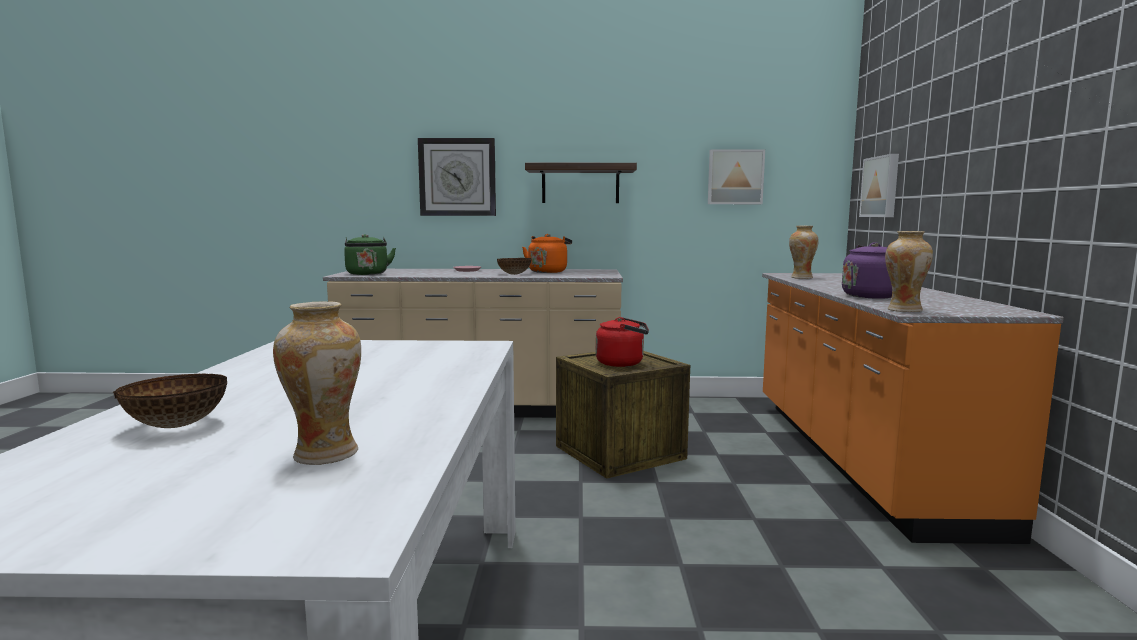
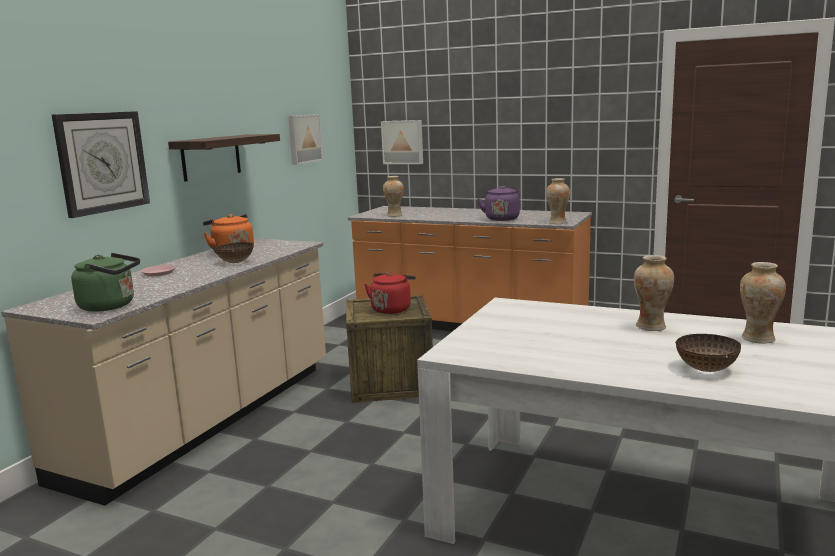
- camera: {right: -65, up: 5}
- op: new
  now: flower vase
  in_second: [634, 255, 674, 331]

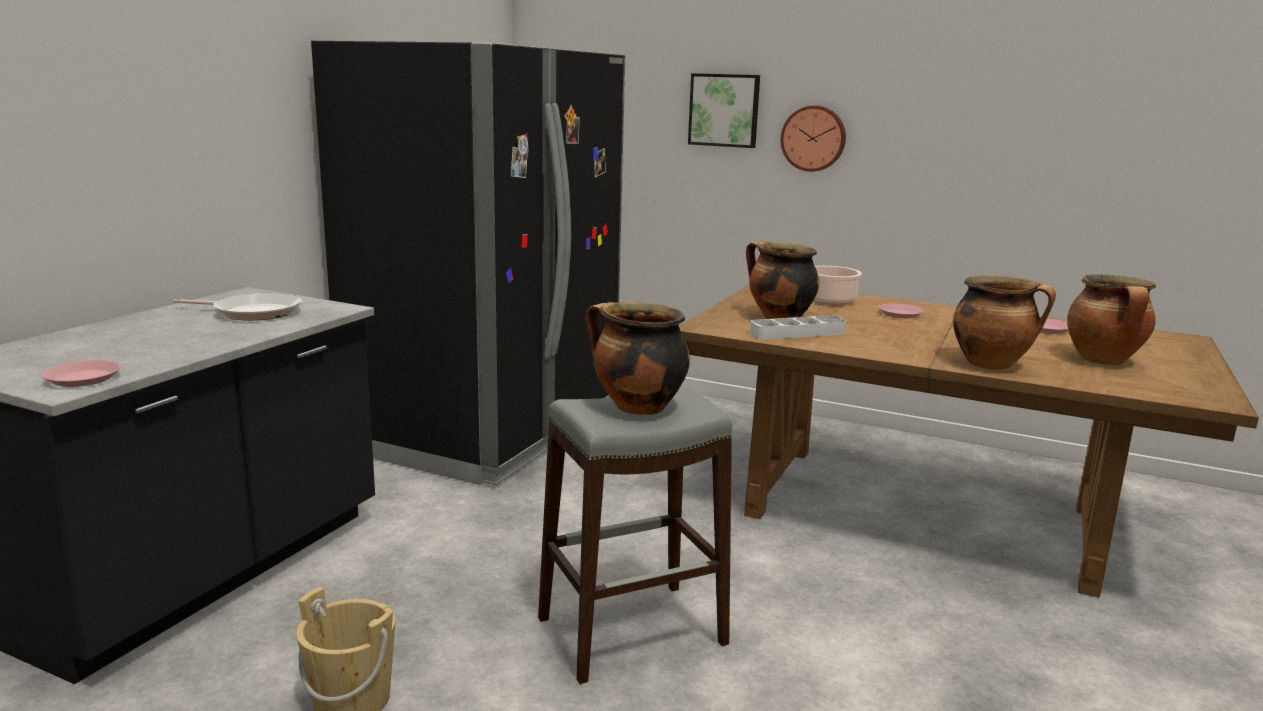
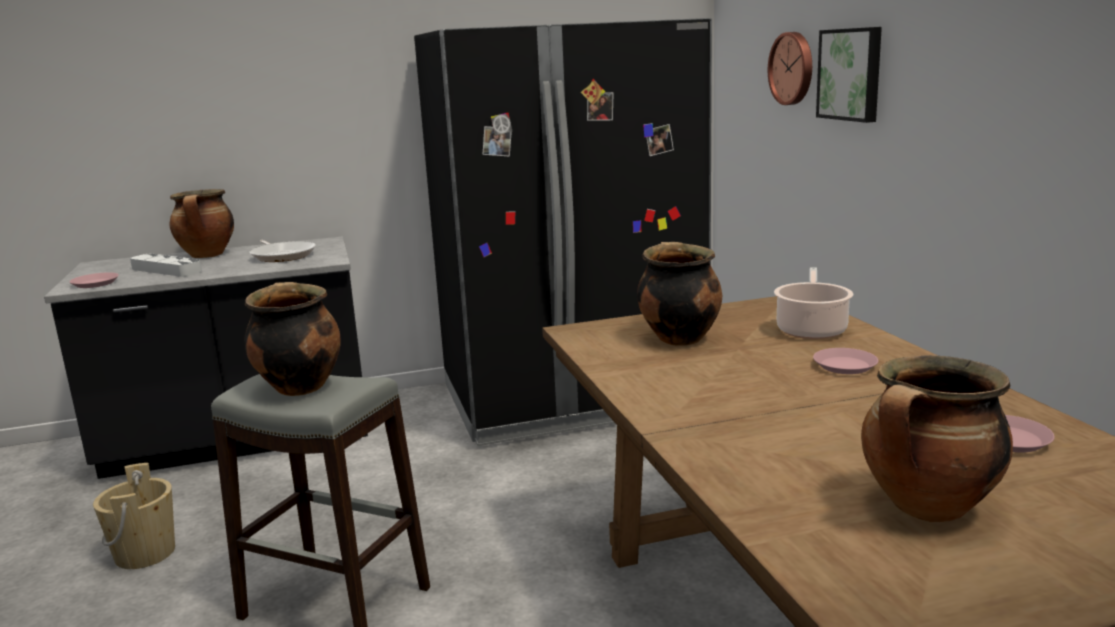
- camera: {right: 50, up: 0}
- op: shifted
  was: whitish tray
  in_first: [750, 315, 846, 340]
  in_second: [130, 254, 202, 277]
- op: shifted
  was: hanging clock
  in_first: [781, 105, 846, 172]
  in_second: [768, 32, 812, 105]
- op: shifted
  was: stockpot
  in_first: [953, 276, 1056, 370]
  in_second: [169, 189, 234, 258]

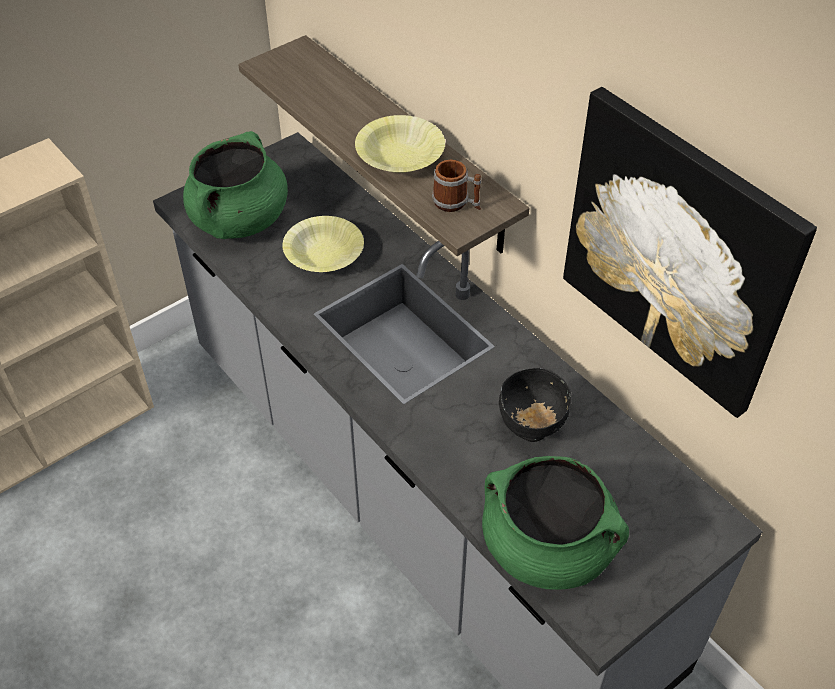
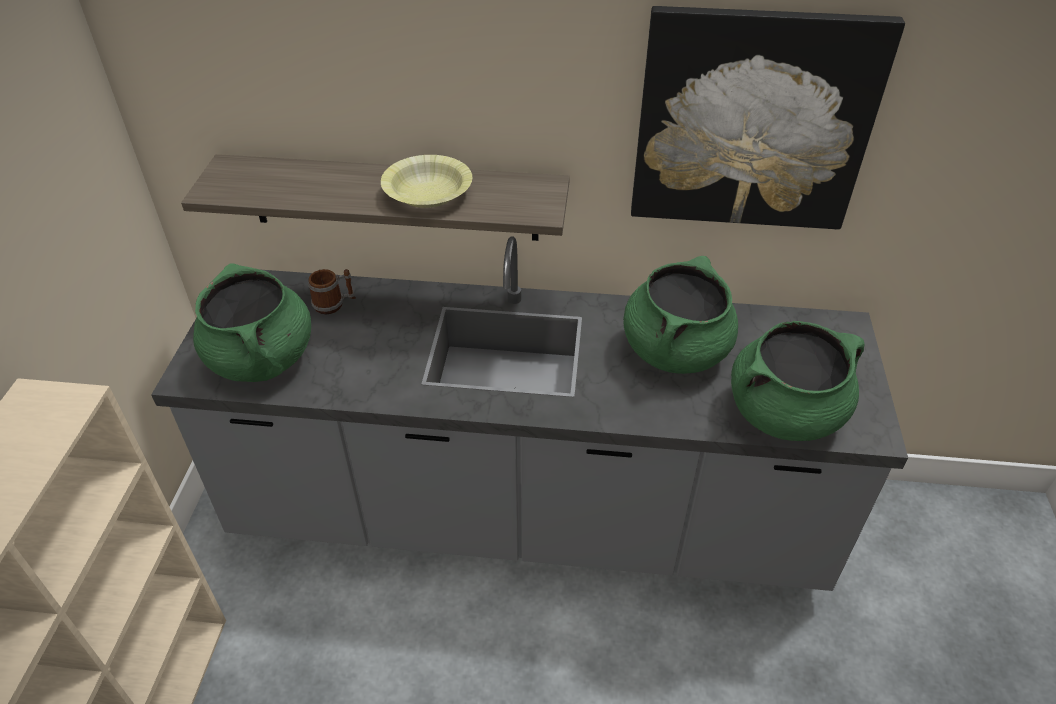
- camera: {right: -45, up: -5}
- op: gone
  was: yellow-coloured deep dish
  in_first: [282, 216, 364, 272]
- op: shifted
  was: coffee mug
  in_first: [432, 160, 481, 212]
  in_second: [308, 269, 356, 314]
- op: swapped
  was: black deep dish
  now: green stockpot
  in_first: [499, 368, 572, 442]
  in_second: [623, 256, 738, 374]

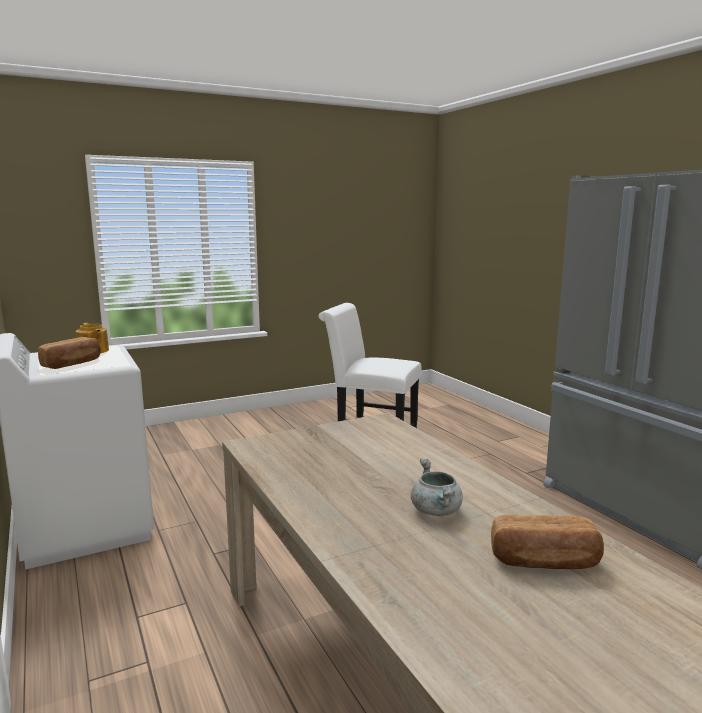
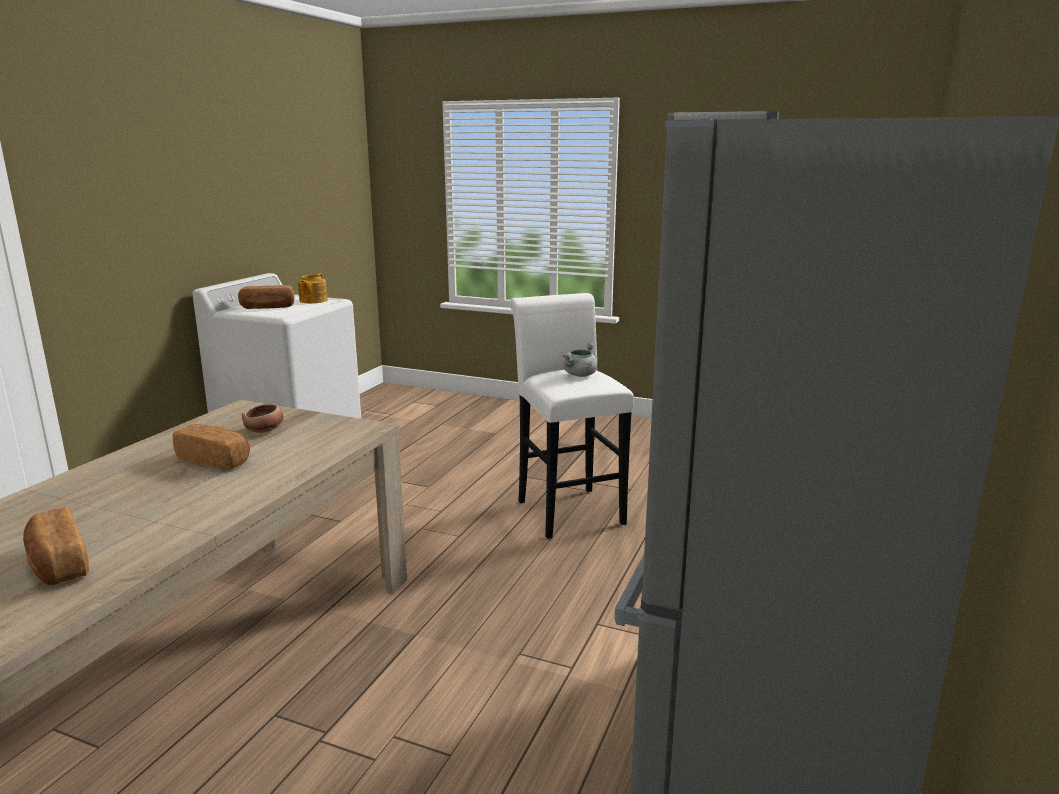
- camera: {right: 50, up: 5}
- op: shifted
  was: grey stockpot
  in_first: [411, 459, 463, 516]
  in_second: [563, 343, 598, 377]
- op: new
  now: bakery bread
  in_second: [173, 424, 250, 470]
- op: new
  now: deep dish
  in_second: [242, 404, 284, 433]

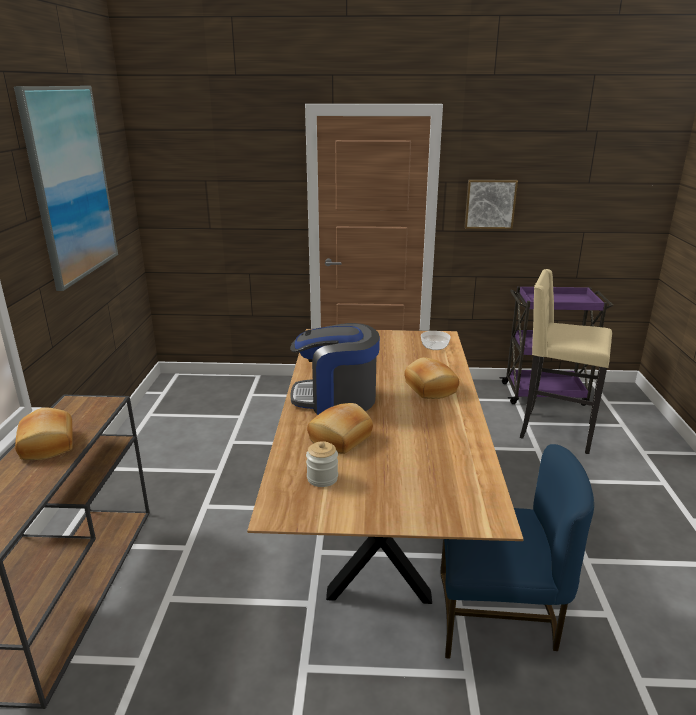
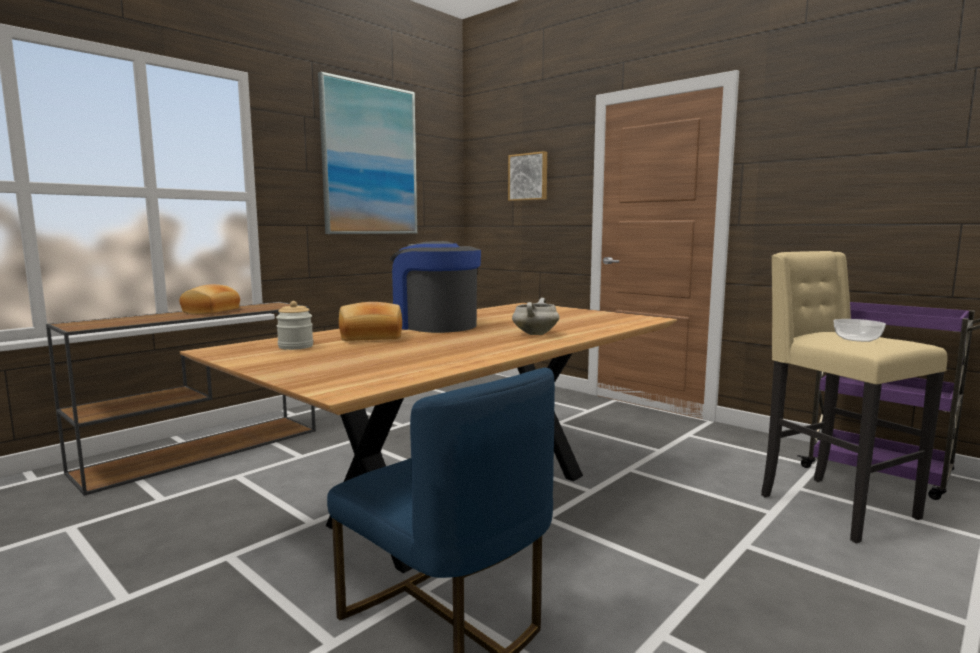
- camera: {right: 40, up: -15}
- op: swapped
  was: bakery bread
  now: whitish stockpot
  in_first: [404, 357, 460, 399]
  in_second: [512, 298, 559, 335]
- op: shifted
  was: deep dish
  in_first: [421, 331, 451, 350]
  in_second: [833, 319, 886, 342]
- op: shifted
  was: wall picture
  in_first: [464, 179, 518, 229]
  in_second: [508, 151, 547, 201]

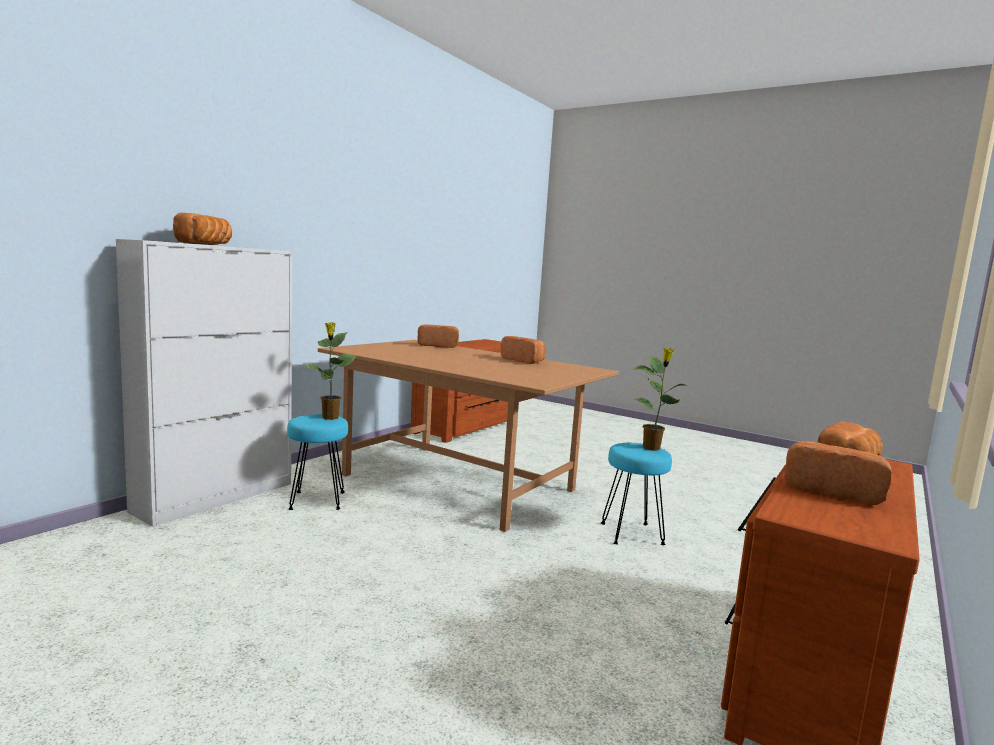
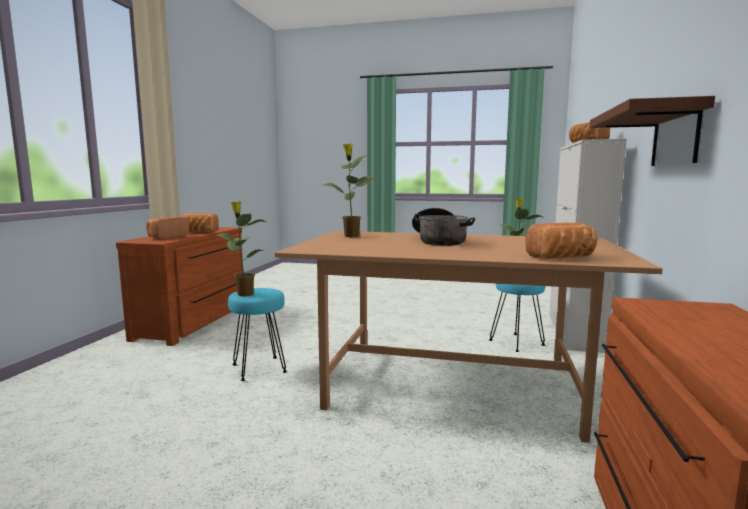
- camera: {right: 160, up: 0}
- op: gone
  was: bakery bread
  in_first: [501, 336, 546, 364]
- op: new
  now: potted plant
  in_second: [324, 144, 377, 237]
- op: new
  now: stockpot
  in_second: [412, 208, 475, 246]
- op: new
  now: brownish bracket shelf
  in_second: [590, 96, 715, 166]

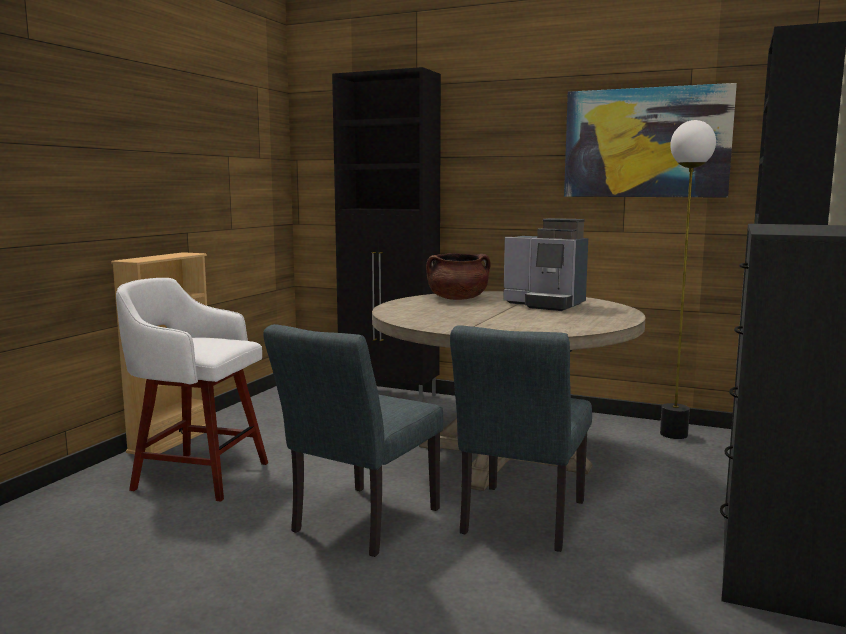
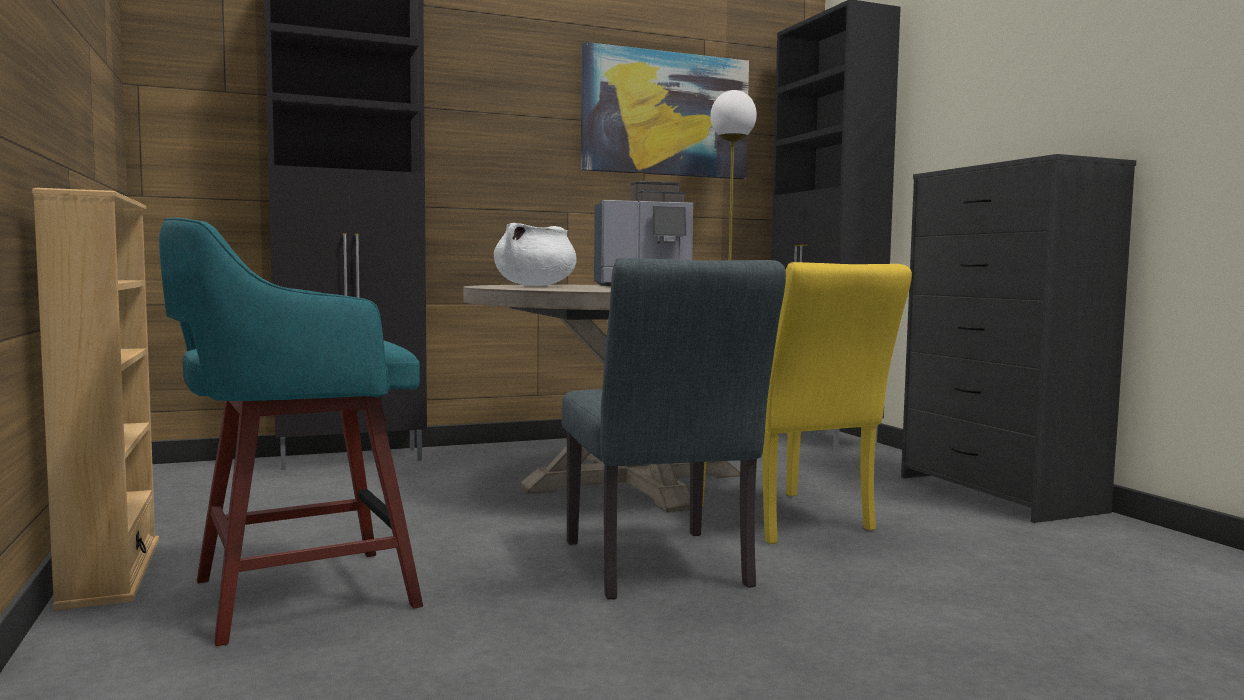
- camera: {right: -45, up: -5}
- op: repainted
  was: whitish stool
  now: blue-green stool
  in_first: [116, 278, 268, 502]
  in_second: [159, 218, 423, 646]
- op: repainted
  was: brownish stockpot
  now: whitish stockpot
  in_first: [426, 253, 491, 300]
  in_second: [494, 223, 577, 286]
- op: repainted
  was: grey plain chair
  now: yellow-coloured plain chair
  in_first: [450, 325, 592, 552]
  in_second: [702, 262, 912, 544]

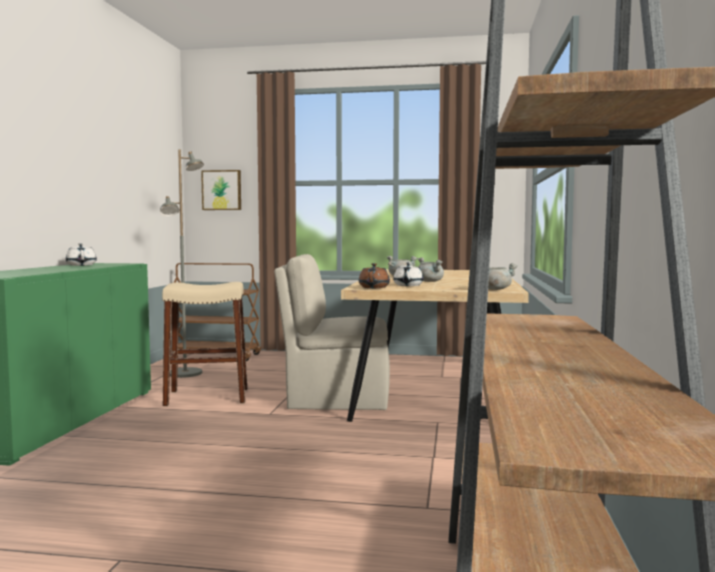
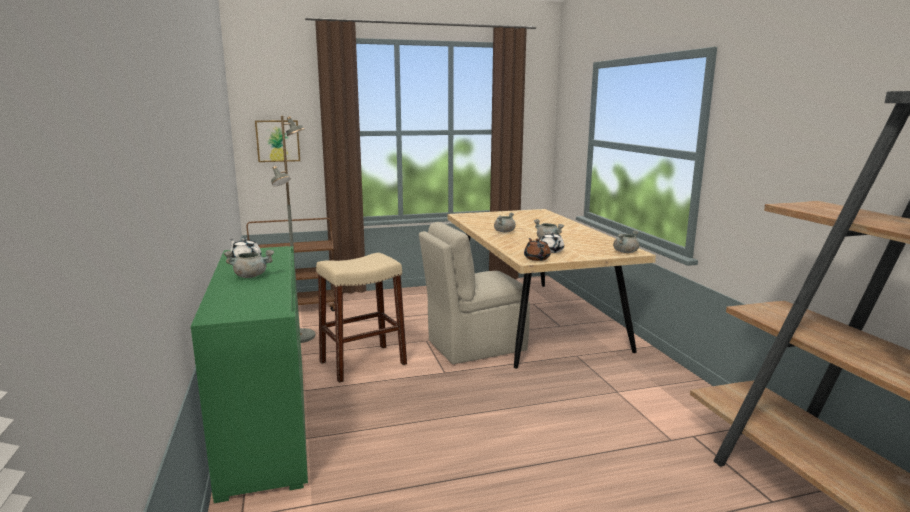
- camera: {right: -25, up: 10}
- op: new
  now: grey stockpot
  in_second: [224, 250, 274, 278]

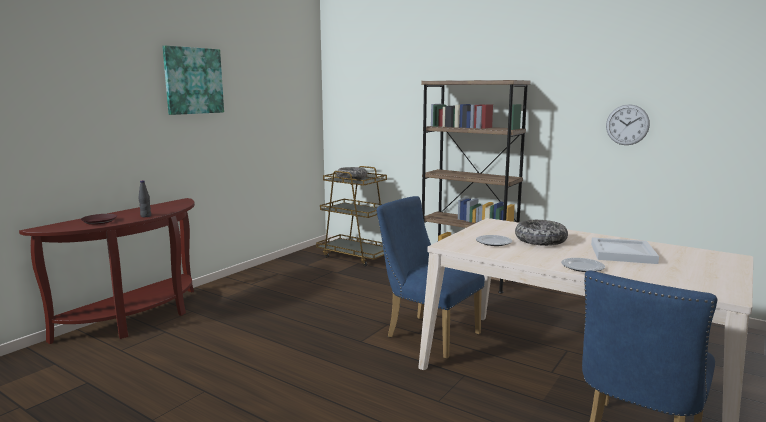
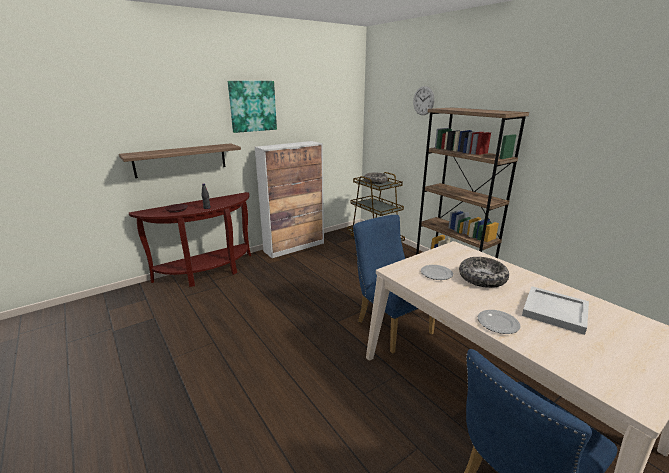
- camera: {right: 20, up: 10}
- op: shifted
  was: hanging clock
  in_first: [606, 104, 650, 145]
  in_second: [413, 86, 435, 115]
- op: new
  now: bracket shelf
  in_second: [119, 143, 241, 178]
- op: new
  now: cupboard
  in_second: [255, 141, 324, 258]

